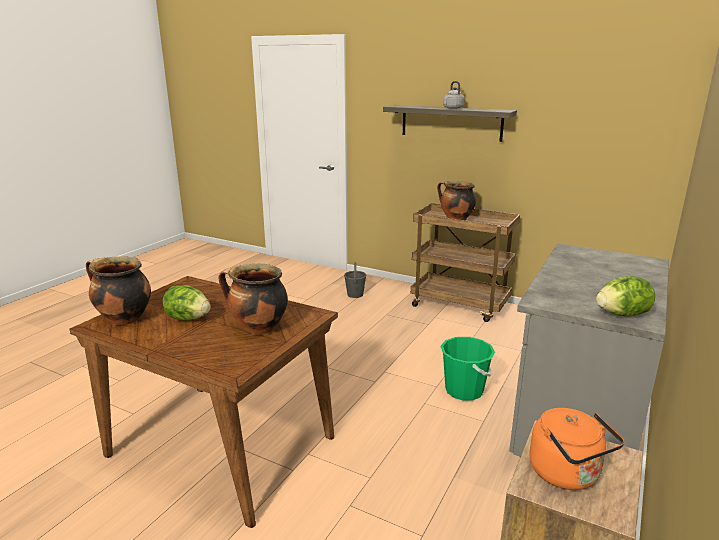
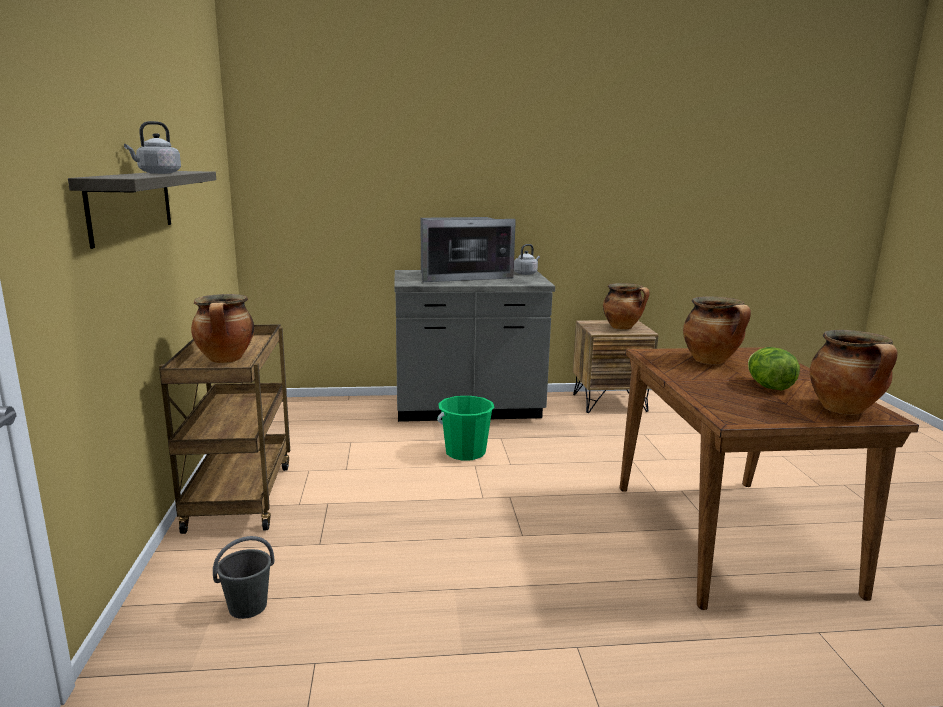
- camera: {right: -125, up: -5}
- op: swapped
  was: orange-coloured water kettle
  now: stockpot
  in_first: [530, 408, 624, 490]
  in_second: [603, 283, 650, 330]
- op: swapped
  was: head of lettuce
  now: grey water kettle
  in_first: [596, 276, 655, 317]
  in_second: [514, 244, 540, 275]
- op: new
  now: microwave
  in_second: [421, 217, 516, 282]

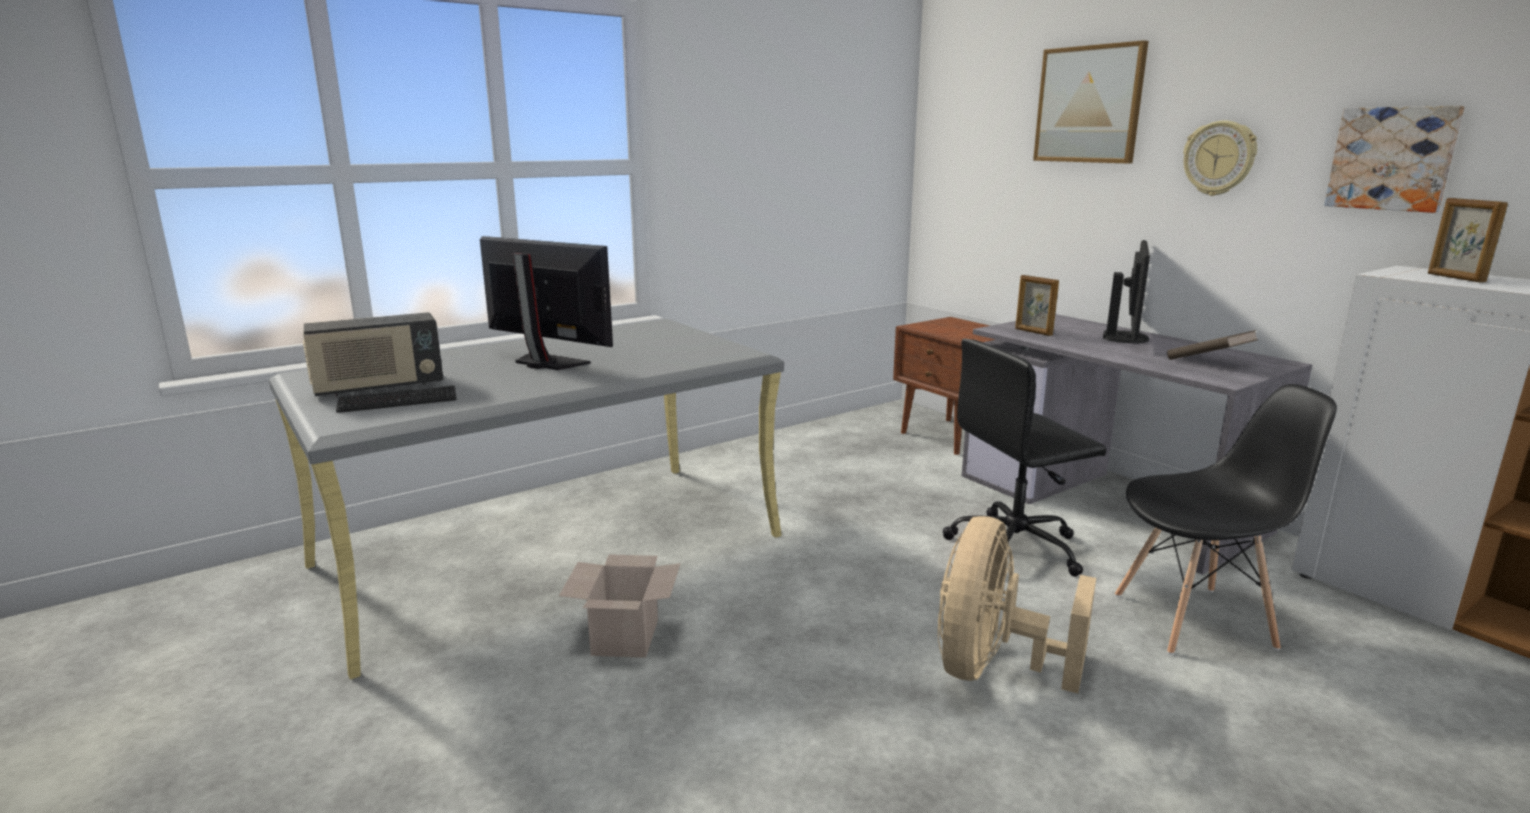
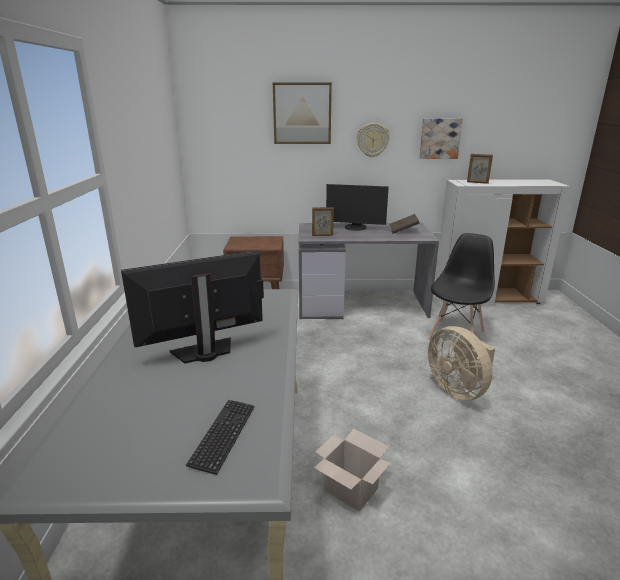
- camera: {right: -55, up: 5}
- op: gone
  was: radio receiver
  in_first: [303, 312, 443, 397]
- op: gone
  was: black office chair
  in_first: [943, 339, 1106, 577]
- op: rotated
  was: monitor
  in_first: [1103, 240, 1150, 343]
  in_second: [326, 184, 389, 231]
  clockwise: 135

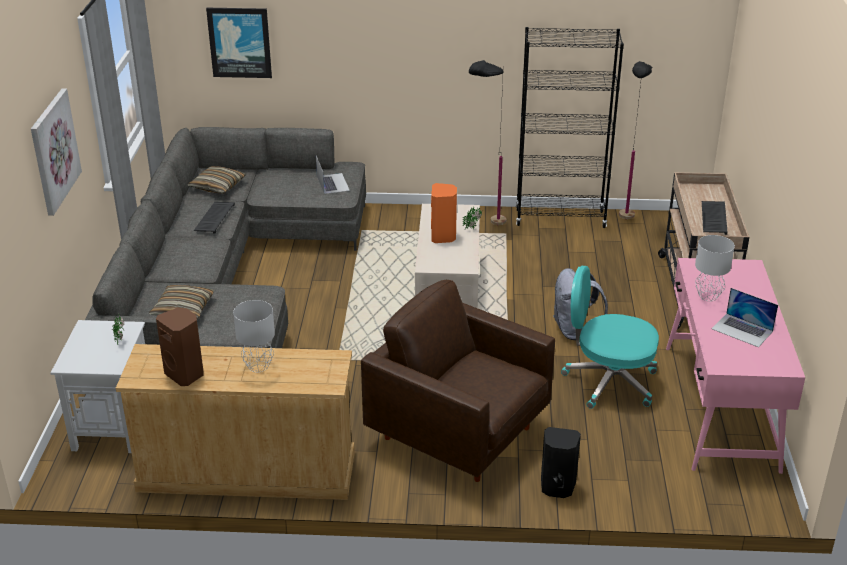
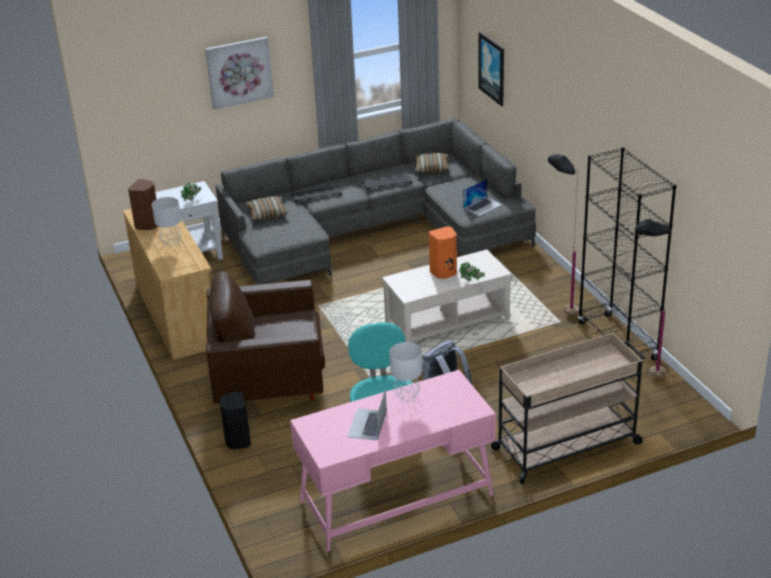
- camera: {right: 65, up: 0}
- op: rotated
  was: brownish armchair
  in_first: [361, 280, 555, 482]
  in_second: [206, 271, 325, 404]
  clockwise: -105
- op: shifted
  was: keyboard
  in_first: [702, 201, 728, 235]
  in_second: [291, 186, 342, 203]

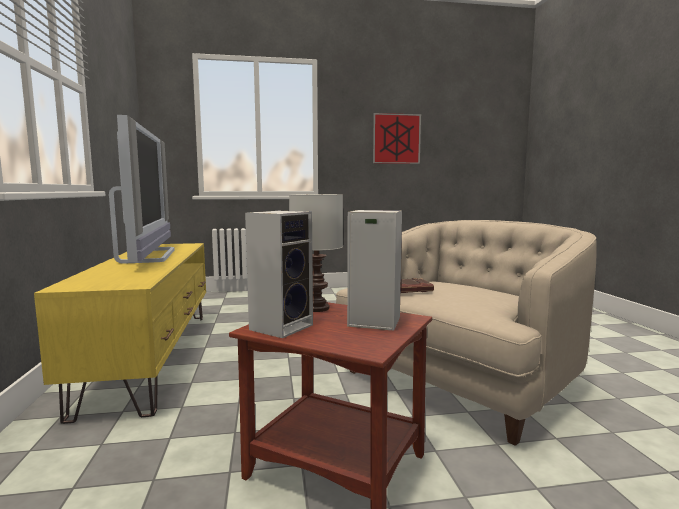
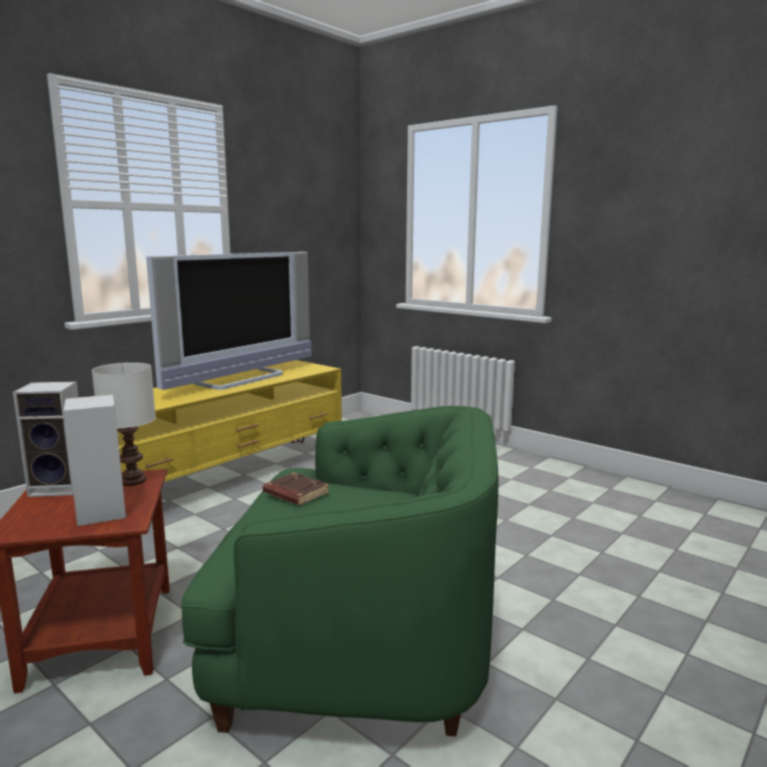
- camera: {right: 50, up: 5}
- op: repainted
  was: sand-coloured armchair
  now: green armchair
  in_first: [336, 220, 596, 446]
  in_second: [181, 406, 498, 737]
- op: gone
  was: wall picture
  in_first: [373, 113, 421, 164]

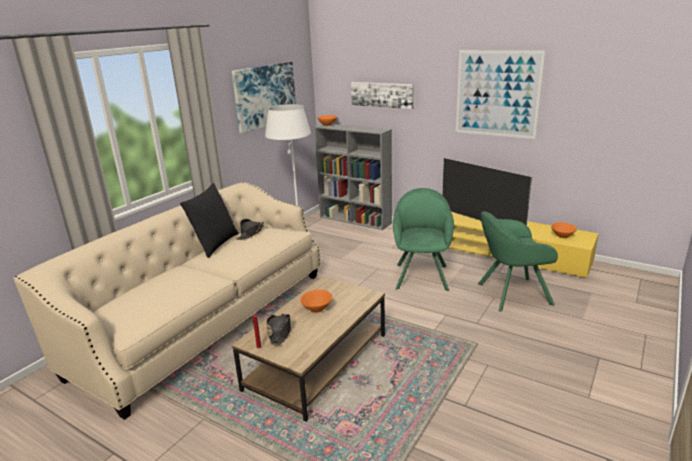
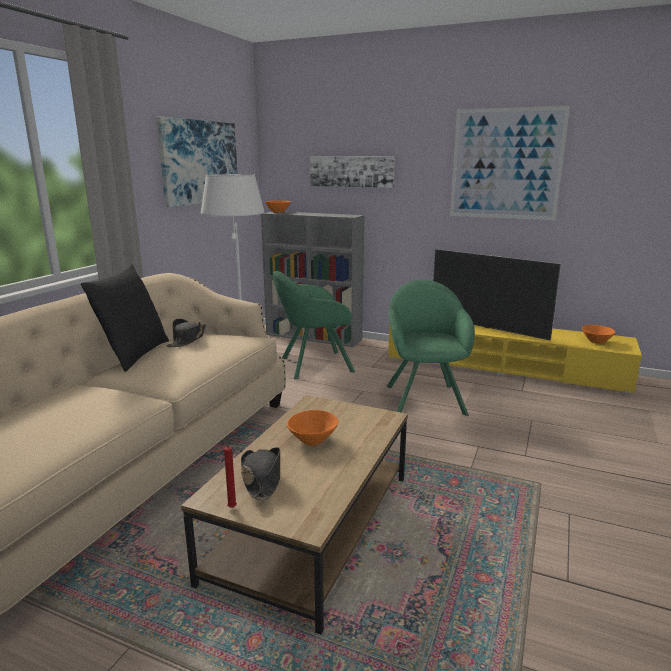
- camera: {right: -10, up: -5}
- op: shifted
  was: green armchair
  in_first: [478, 211, 558, 312]
  in_second: [273, 271, 355, 379]

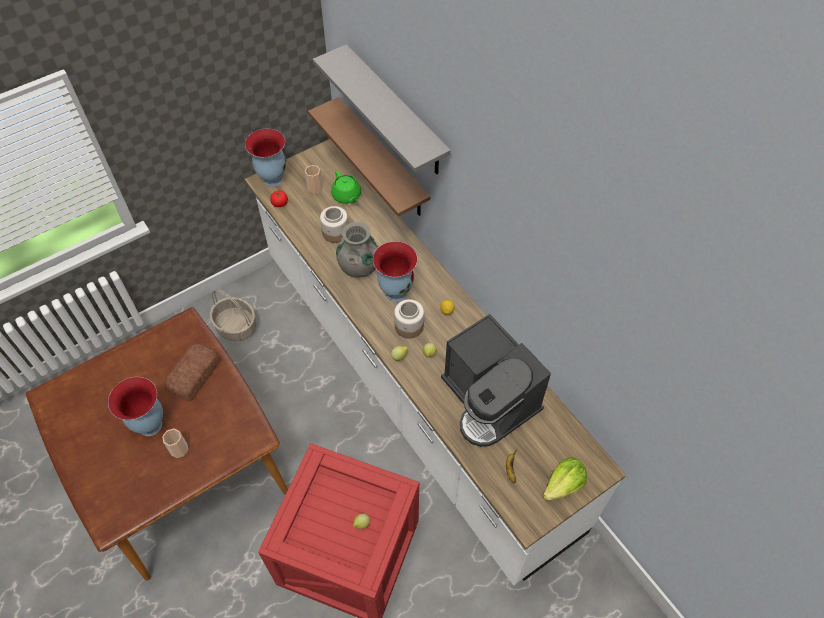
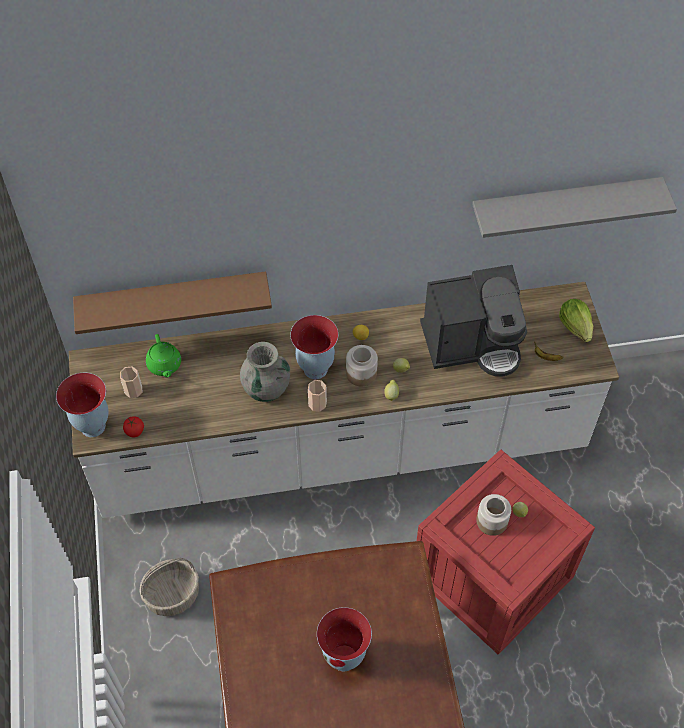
- camera: {right: -65, up: 0}
- op: shifted
  was: cup
  in_first: [162, 428, 188, 458]
  in_second: [308, 380, 327, 412]
- op: gone
  was: bakery bread
  in_first: [163, 343, 221, 402]
- op: shifted
  was: grey bracket shelf
  in_first: [313, 44, 451, 174]
  in_second: [472, 177, 677, 238]
- op: shifted
  was: preserve jar
  in_first: [320, 206, 348, 243]
  in_second: [476, 494, 511, 536]
- op: rotated
  was: green pot for tea
  in_first: [331, 171, 361, 204]
  in_second: [146, 334, 181, 378]
  clockwise: 75

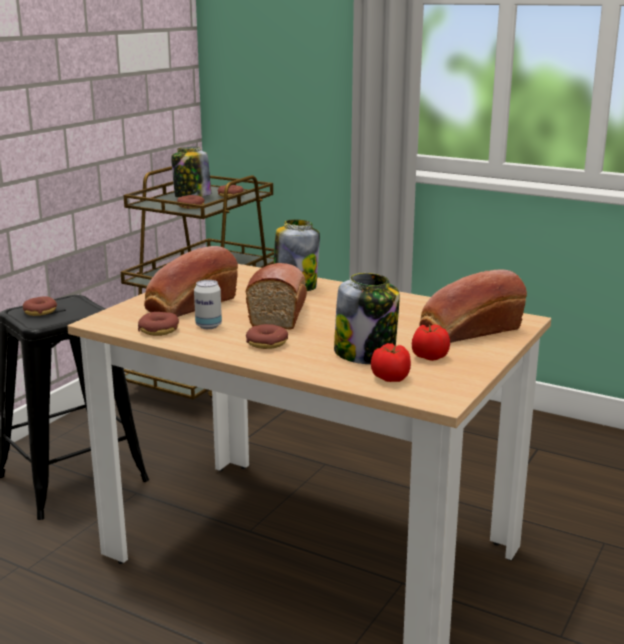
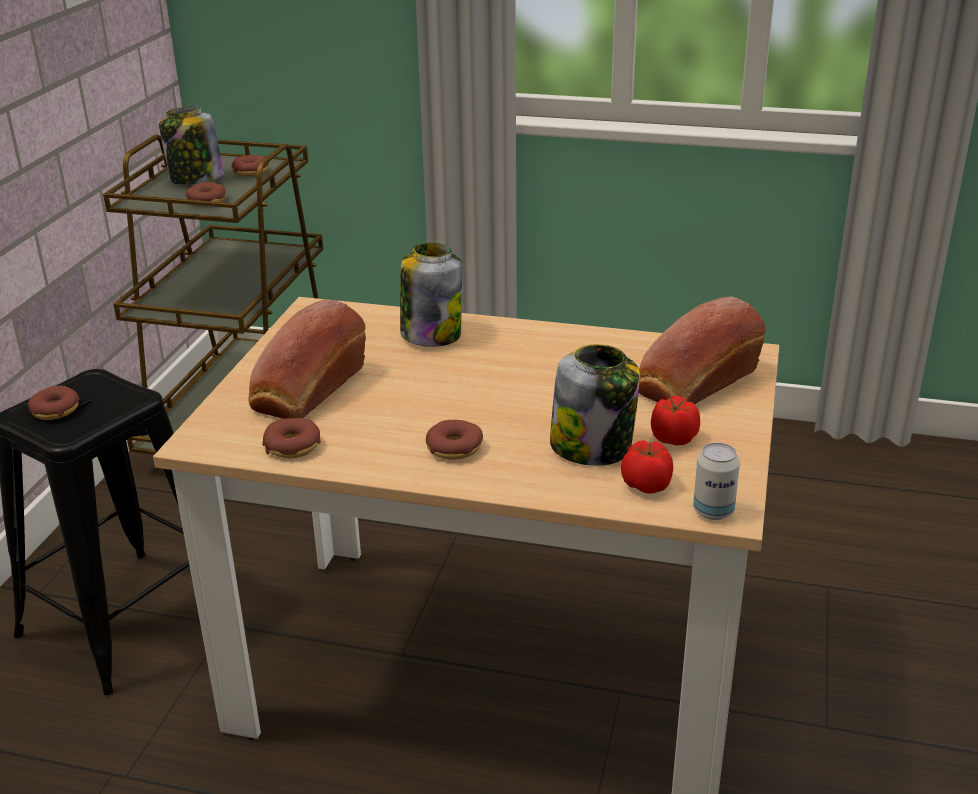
- camera: {right: -15, up: 10}
- op: shifted
  was: can
  in_first: [194, 280, 222, 329]
  in_second: [693, 443, 740, 520]
- op: gone
  was: bakery bread
  in_first: [245, 263, 307, 329]

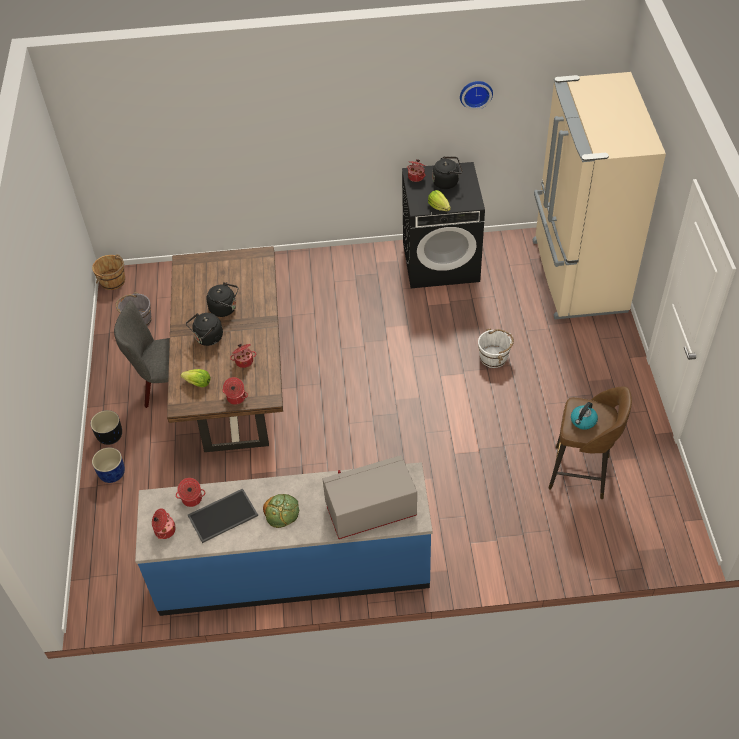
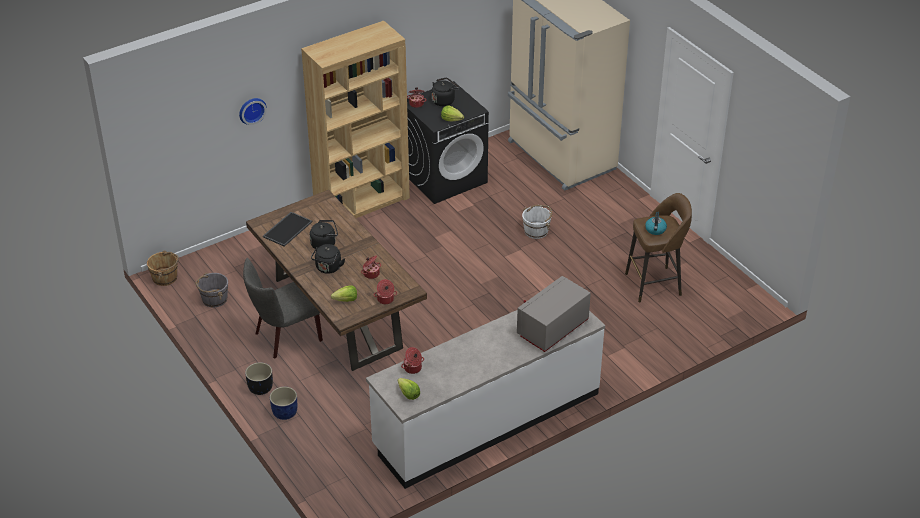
- camera: {right: -30, up: -10}
- op: repainted
  was: blue kitchen base unit
  now: whitish kitchen base unit
  in_first: [135, 462, 432, 616]
  in_second: [366, 310, 605, 489]
- op: swapped
  was: stockpot
  now: head of lettuce
  in_first: [152, 508, 175, 539]
  in_second: [398, 378, 420, 400]
- op: shifted
  was: tray
  in_first: [188, 489, 258, 543]
  in_second: [263, 212, 312, 247]
- op: gone
  was: bakery bread
  in_first: [263, 494, 299, 528]
- op: shifted
  was: hanging clock
  in_first: [460, 81, 493, 110]
  in_second: [239, 98, 267, 125]
- op: new
  now: brownish shelving unit
  in_second: [301, 21, 410, 218]

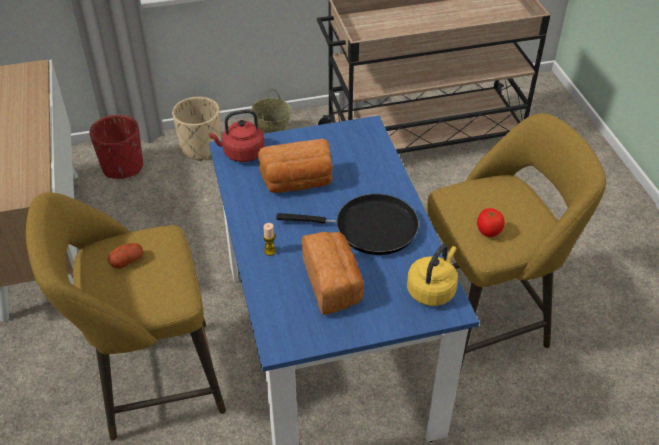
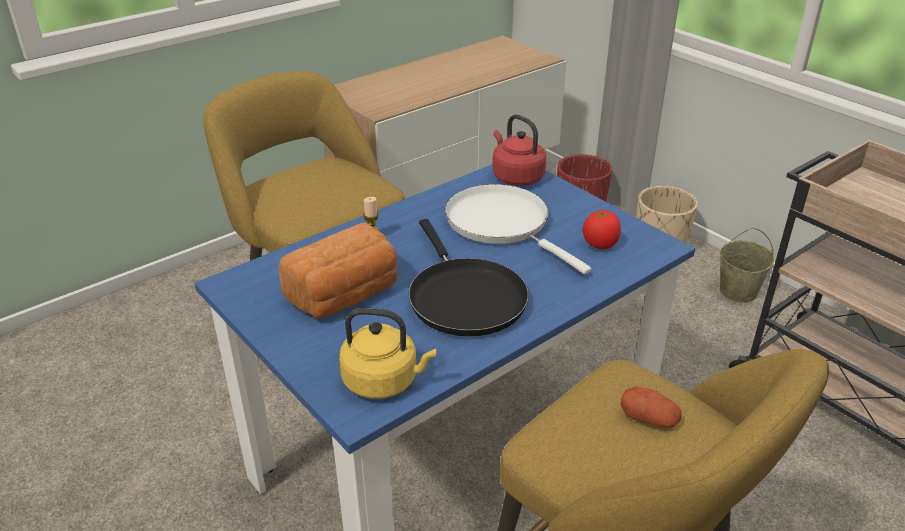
- camera: {right: 65, up: -10}
- op: shifted
  was: whole potato
  in_first: [108, 243, 143, 269]
  in_second: [620, 387, 682, 428]
- op: swapped
  was: bakery bread
  now: whitish pan
  in_first: [258, 139, 333, 193]
  in_second: [445, 184, 591, 274]
- op: shifted
  was: whole tomato
  in_first: [477, 208, 505, 237]
  in_second: [583, 209, 621, 249]

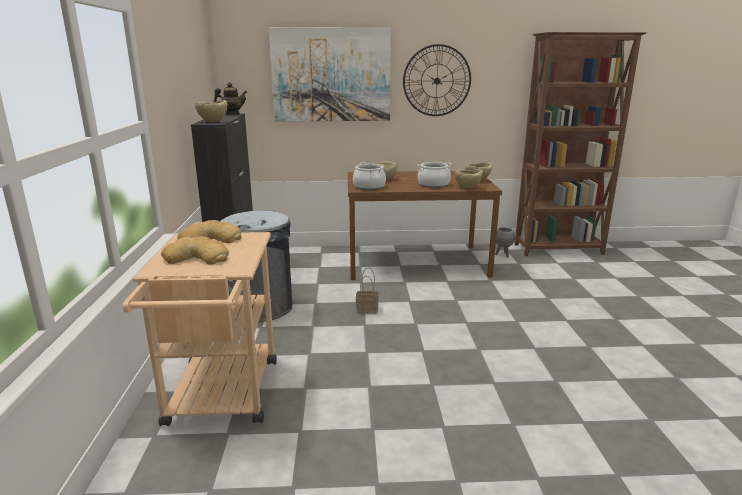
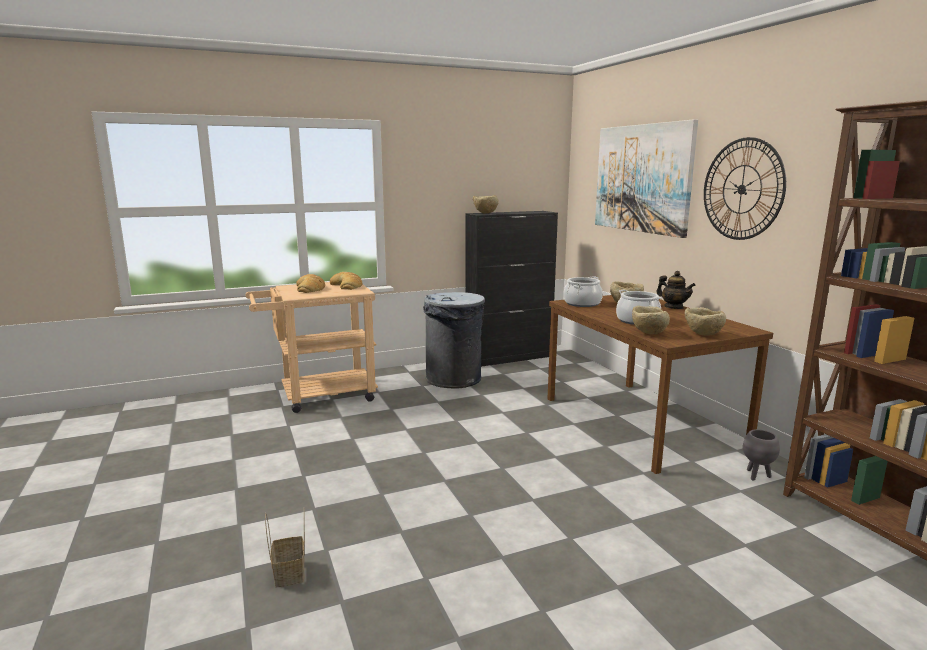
- camera: {right: 70, up: -5}
- op: shifted
  was: pot for tea
  in_first: [213, 82, 248, 115]
  in_second: [657, 271, 695, 309]
- op: shifted
  was: household basket
  in_first: [356, 267, 379, 314]
  in_second: [265, 513, 305, 588]

